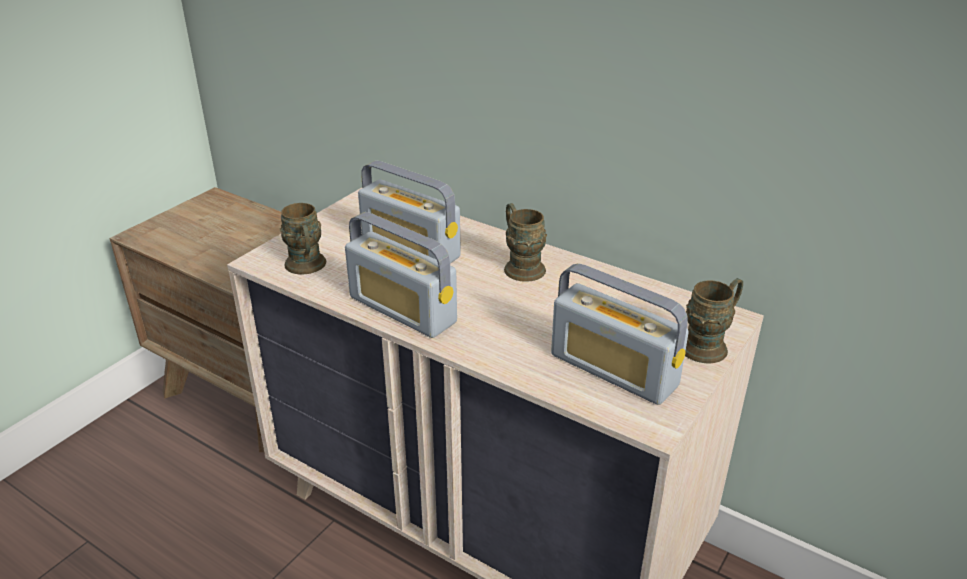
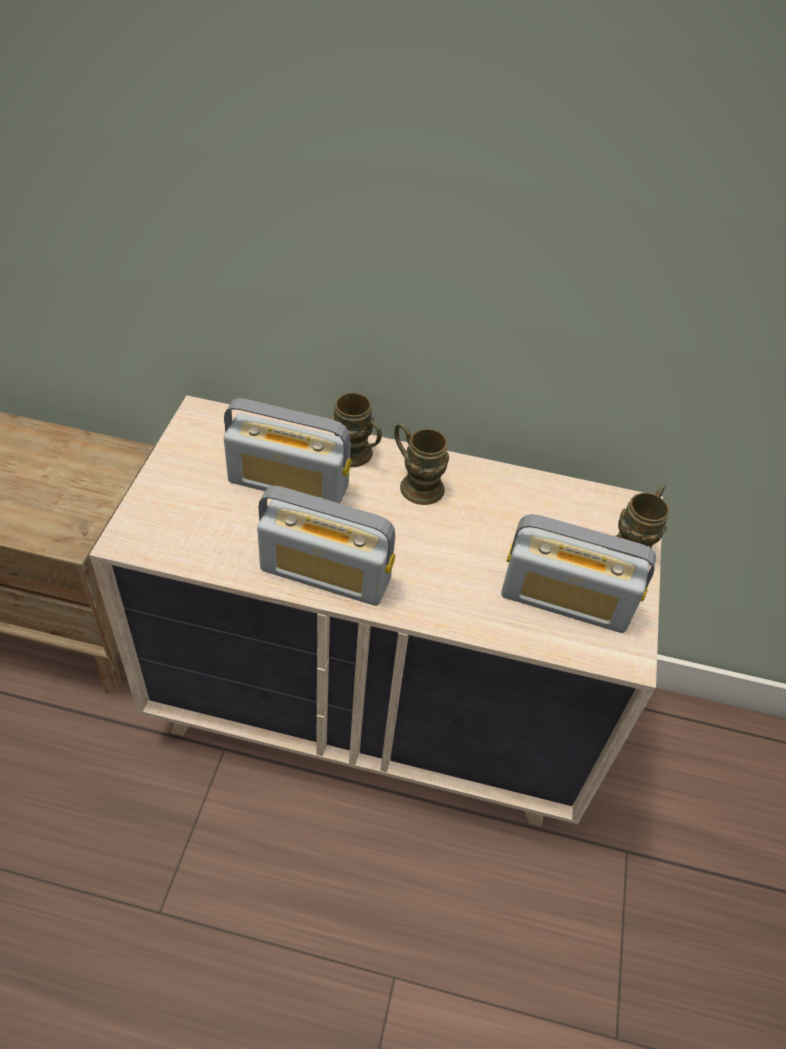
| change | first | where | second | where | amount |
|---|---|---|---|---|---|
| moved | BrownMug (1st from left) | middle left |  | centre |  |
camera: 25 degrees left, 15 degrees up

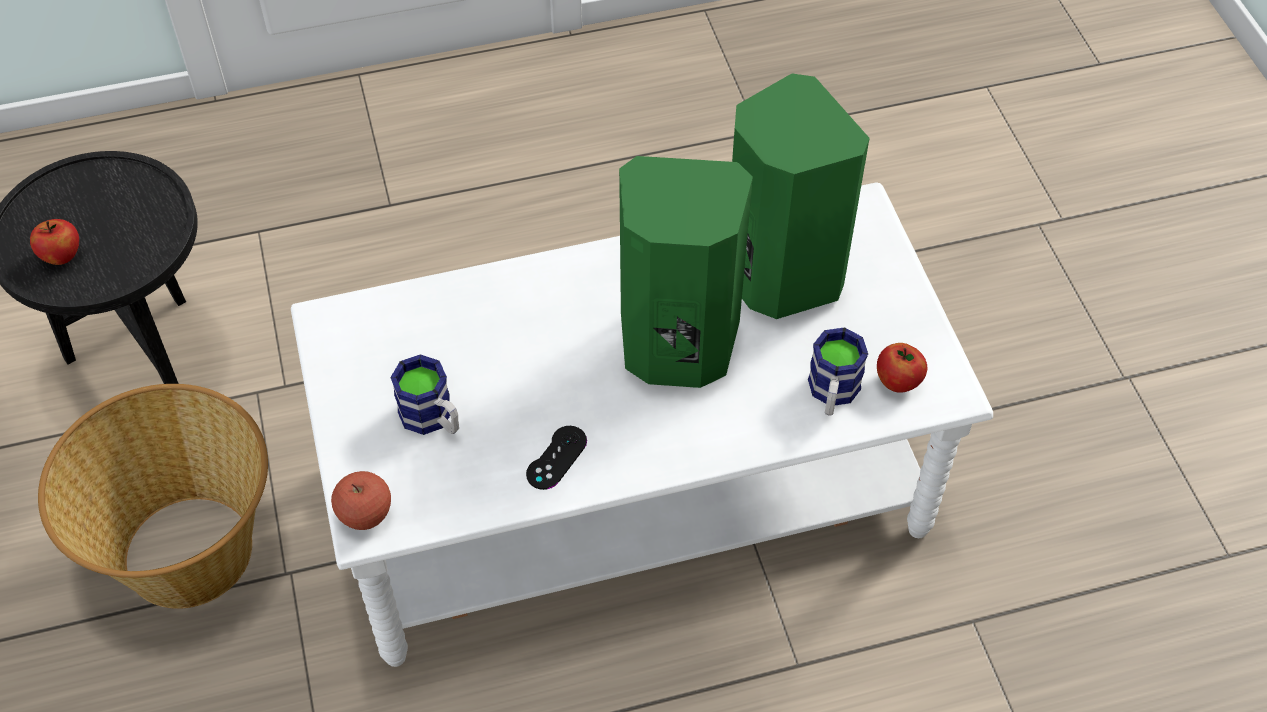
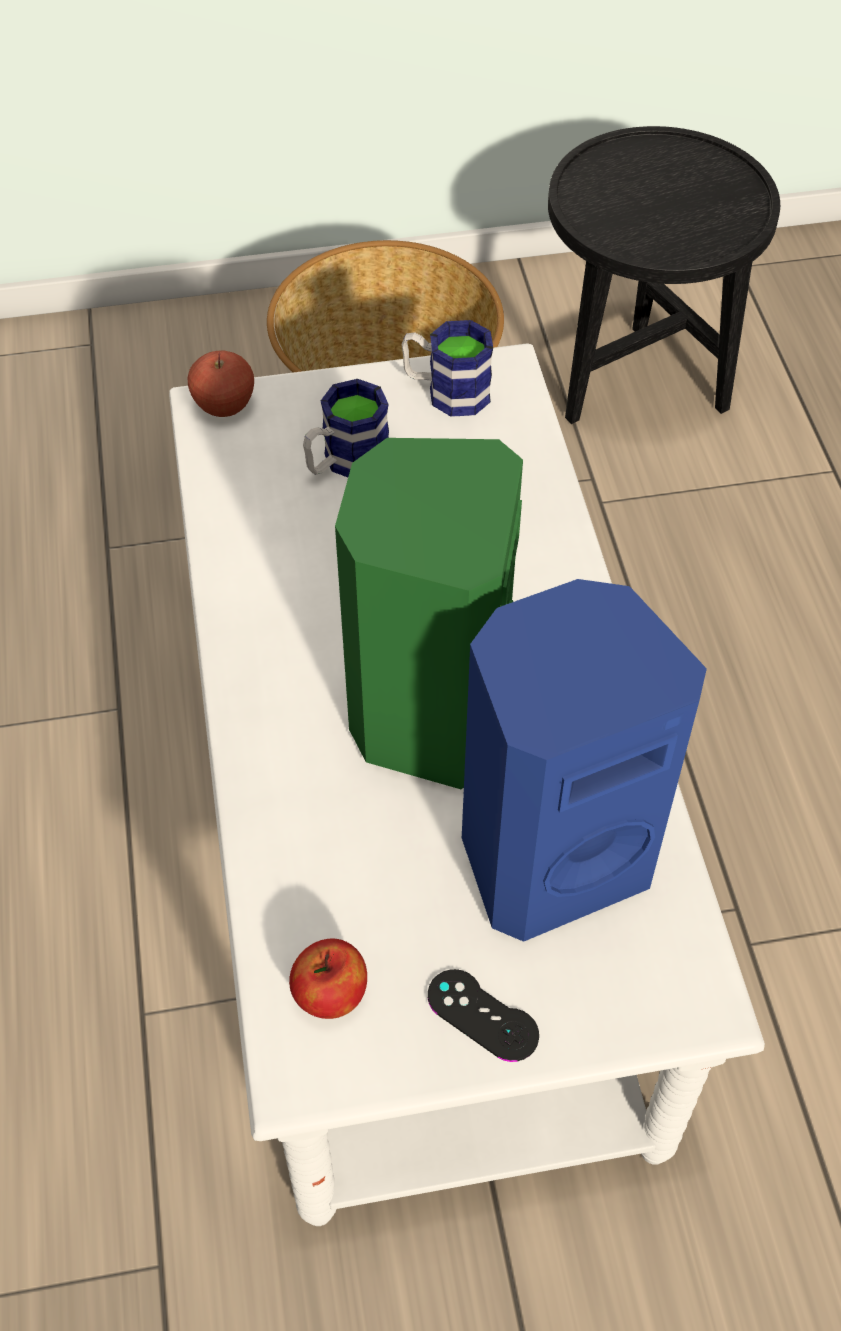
| change | first | where | second | where | amount |
|---|---|---|---|---|---|
| removed | Apple (1st from left) | middle left |  |  |  |
| moved | BlackGameController | centre |  | bottom centre |  |
| recoloured | GreenSpeaker (2nd from left) | top centre | BlueSpeaker | middle right |  |
| moved | Mug (2nd from left) | centre |  | top centre |  |
camera: 95 degrees right, 0 degrees up

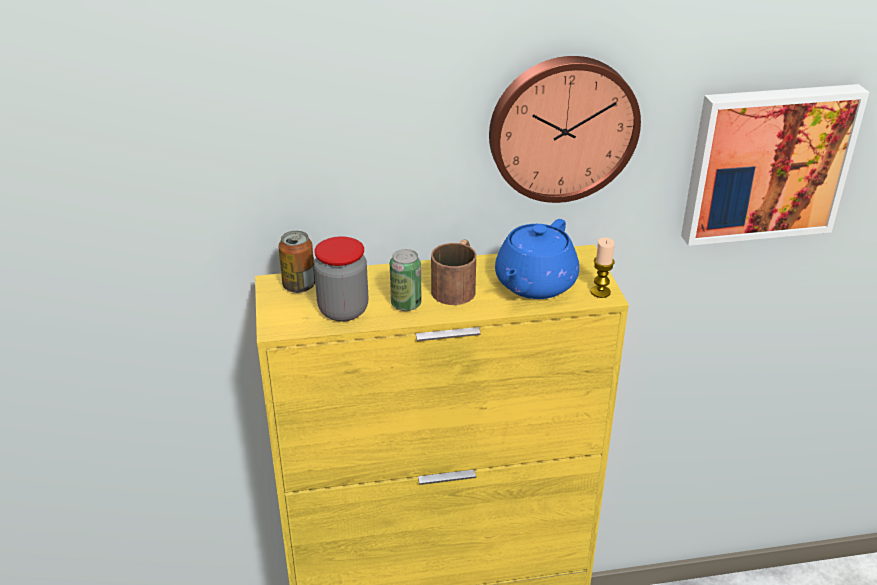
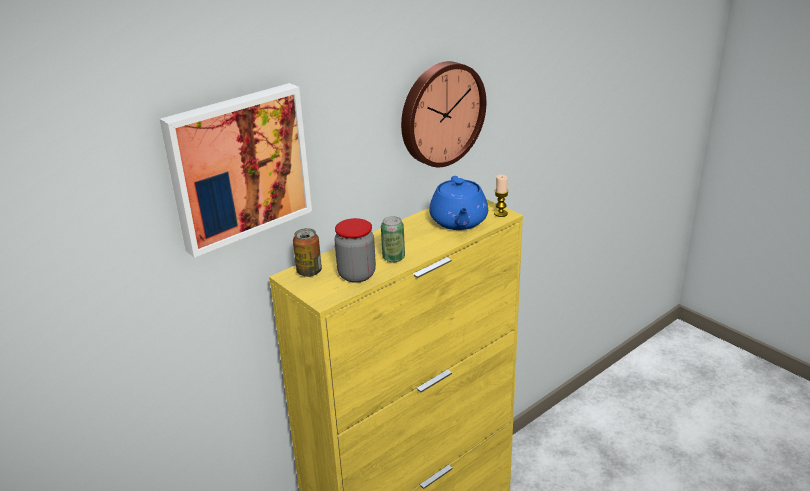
| change | first | where | second | where | amount |
|---|---|---|---|---|---|
| removed | BrownMug | centre |  |  |  |
| moved | Picture | top right |  | middle left |  |
camera: 30 degrees left, 5 degrees down

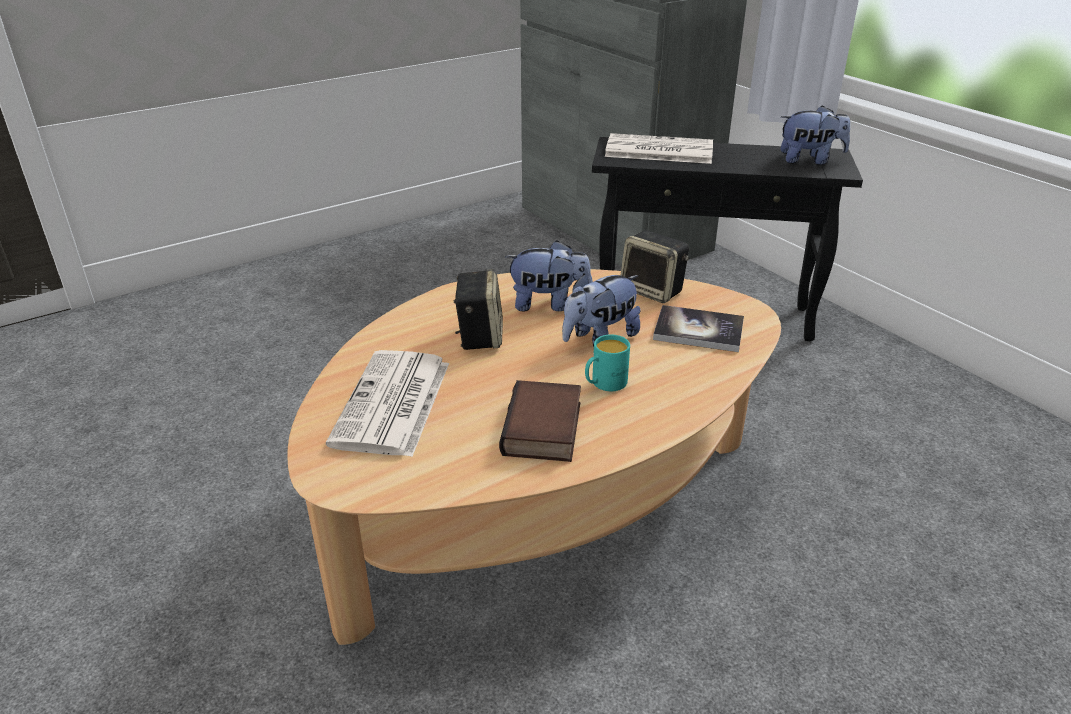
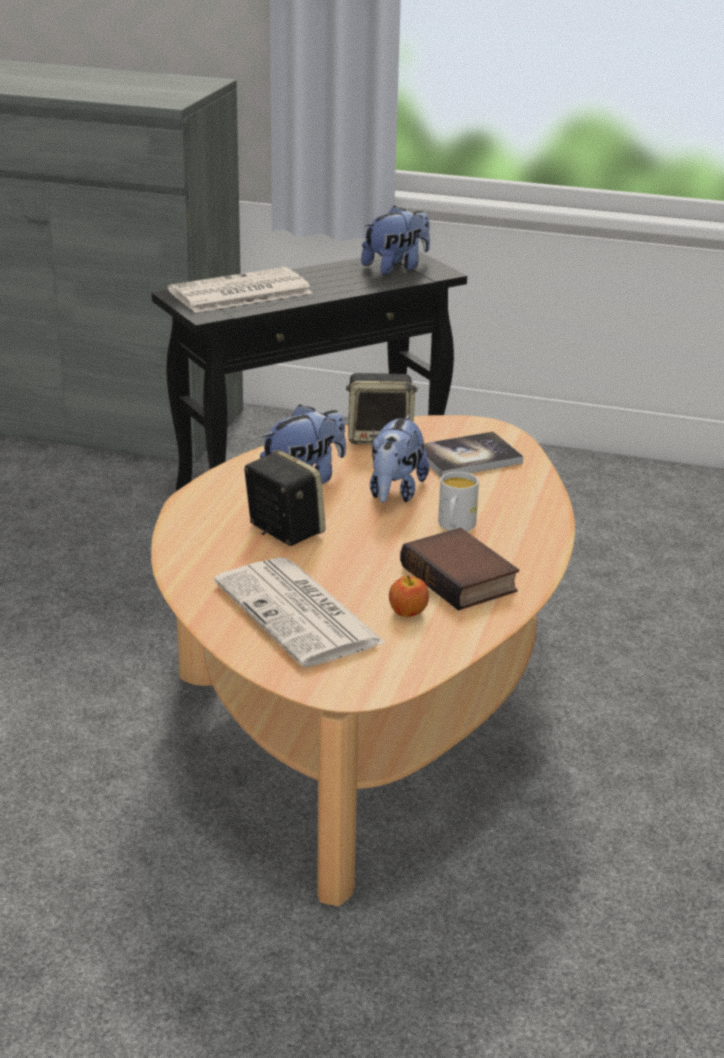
| change | first | where | second | where | amount |
|---|---|---|---|---|---|
| recoloured | TurquoiseMug | centre | WhiteMug | centre |  |
| added |  |  | Apple | centre |  |
camera: 40 degrees left, 5 degrees down

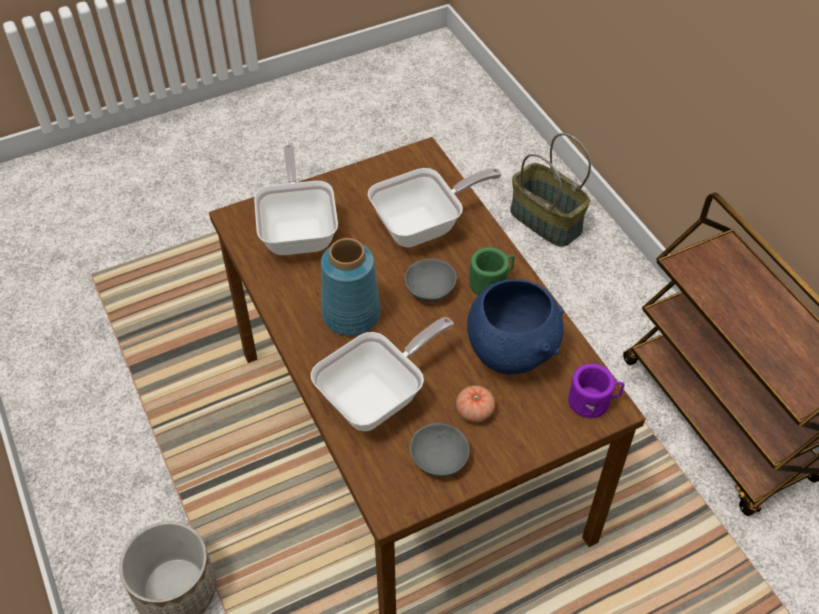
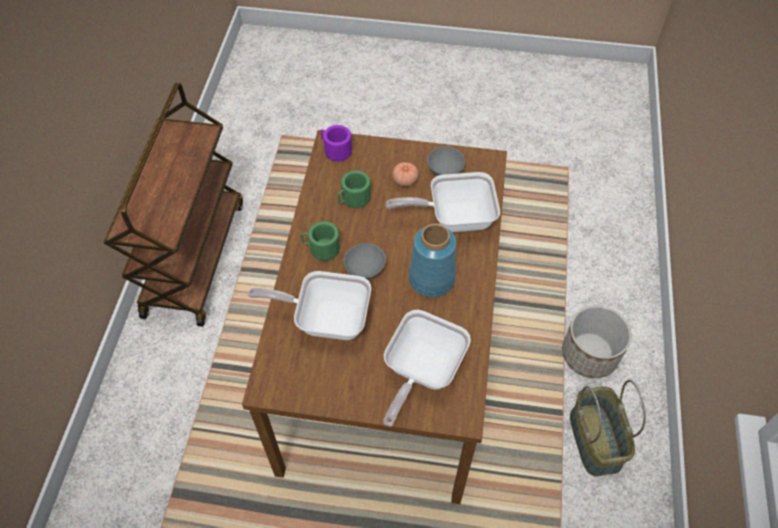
| change | first | where | second | where | amount |
|---|---|---|---|---|---|
| replaced | BlueBowl | centre | GreenMug (2nd from left) | centre |  |
| moved | Basket | top right |  | bottom right |  |
camera: 145 degrees left, 5 degrees up

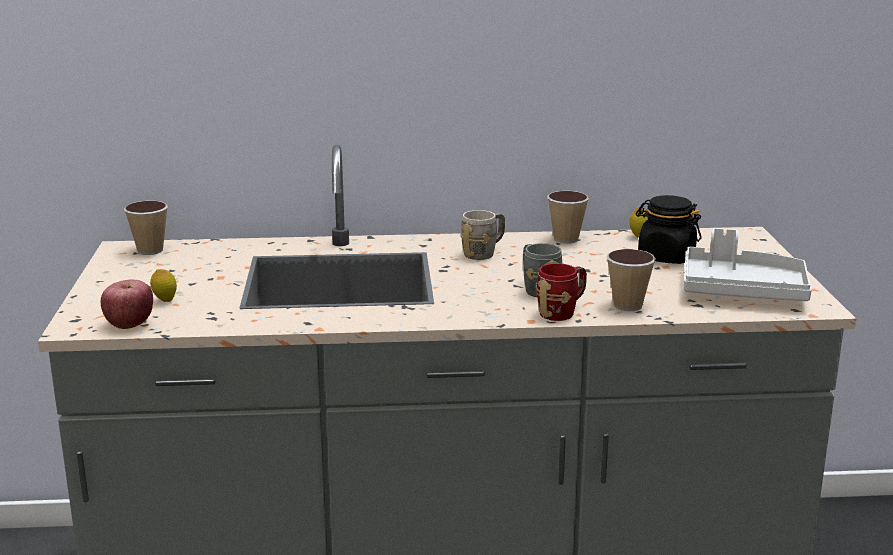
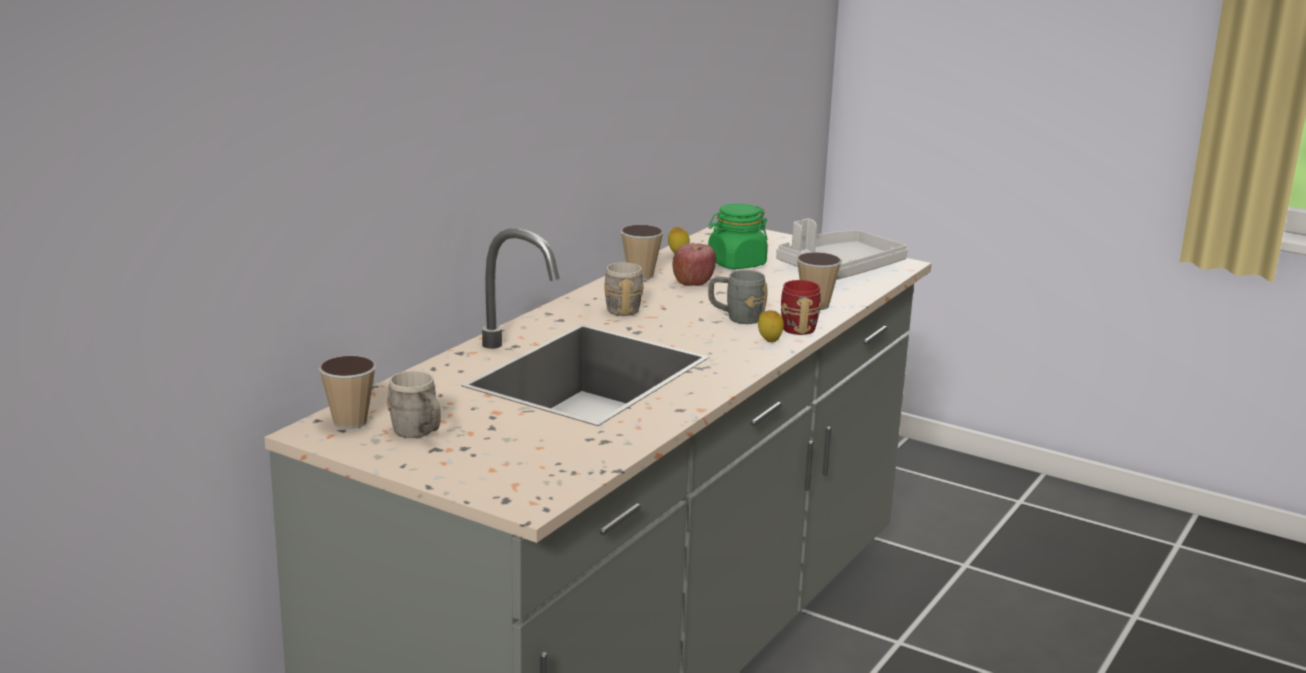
| change | first | where | second | where | amount |
|---|---|---|---|---|---|
| moved | Apple | middle left |  | centre |  |
| moved | Lemon (1st from left in the first image) | middle left | Lemon (2nd from left) | centre |  |
| recoloured | BlackJar | middle right | GreenJar | centre |  |
| added |  |  | GreyMug (1st from left) | middle left |  |
camera: 55 degrees left, 0 degrees up

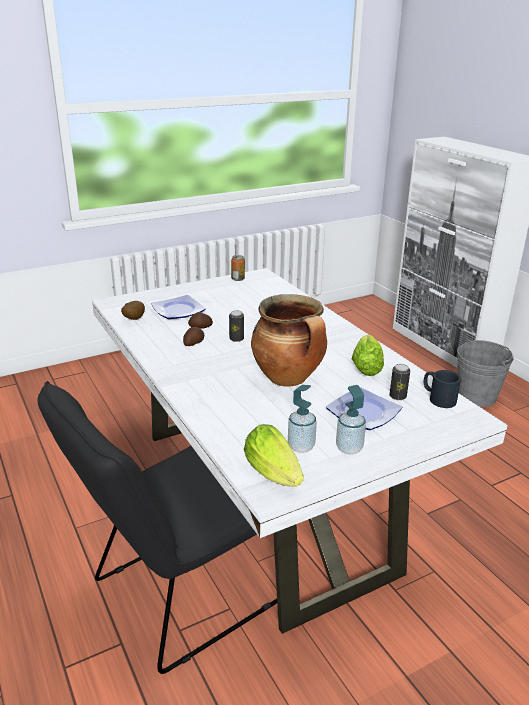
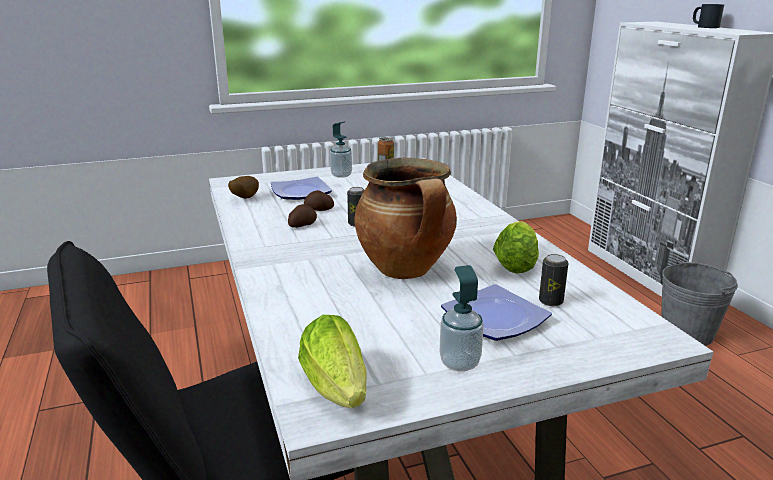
| change | first | where | second | where | amount |
|---|---|---|---|---|---|
| moved | SoapDispenser (1st from left) | centre |  | top centre |  |
| moved | BlackMug | middle right |  | top right |  |
camera: 10 degrees right, 5 degrees down

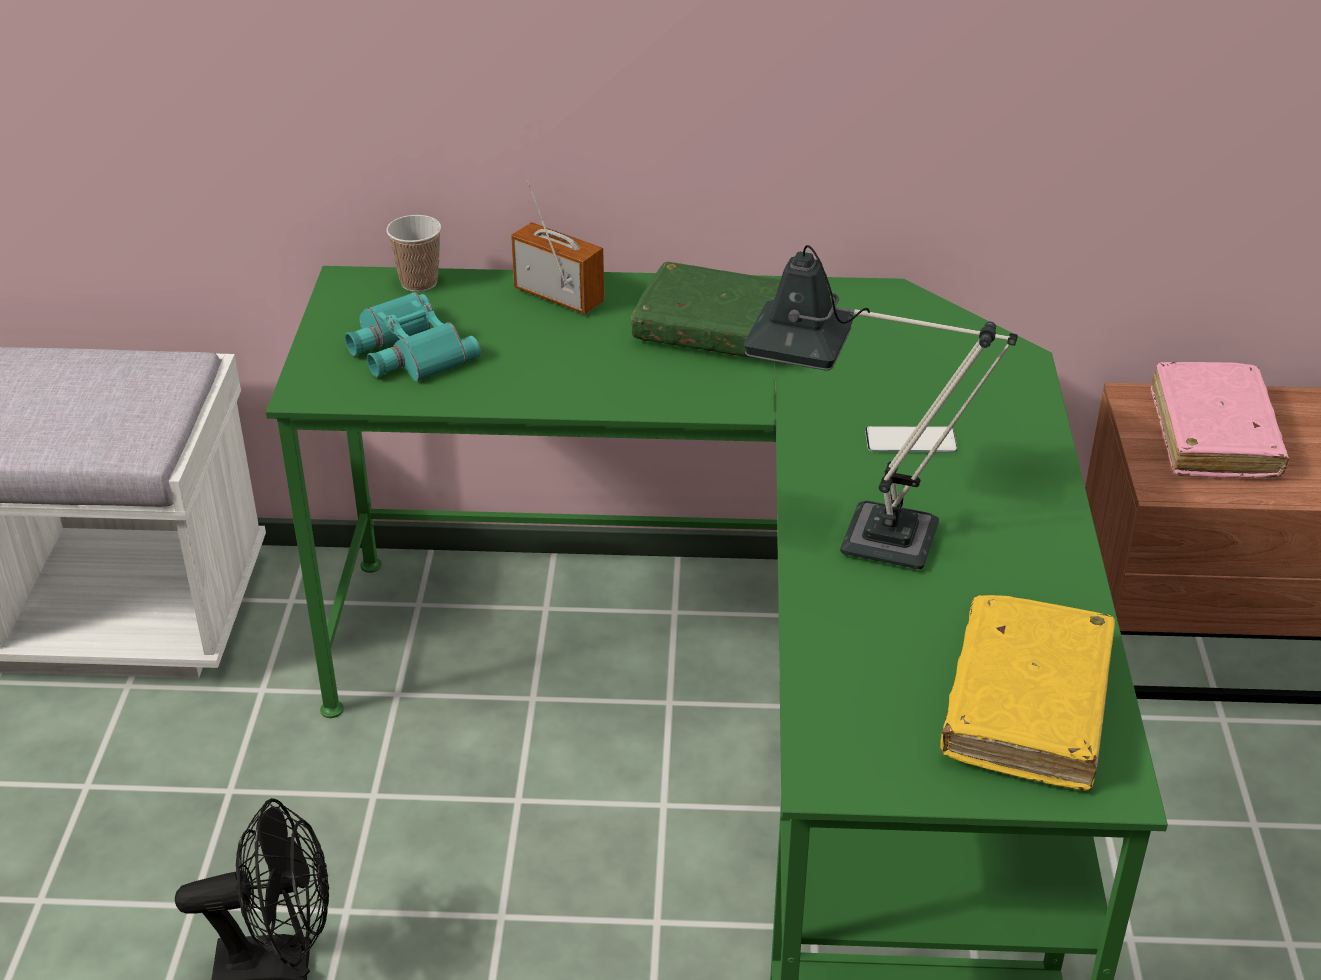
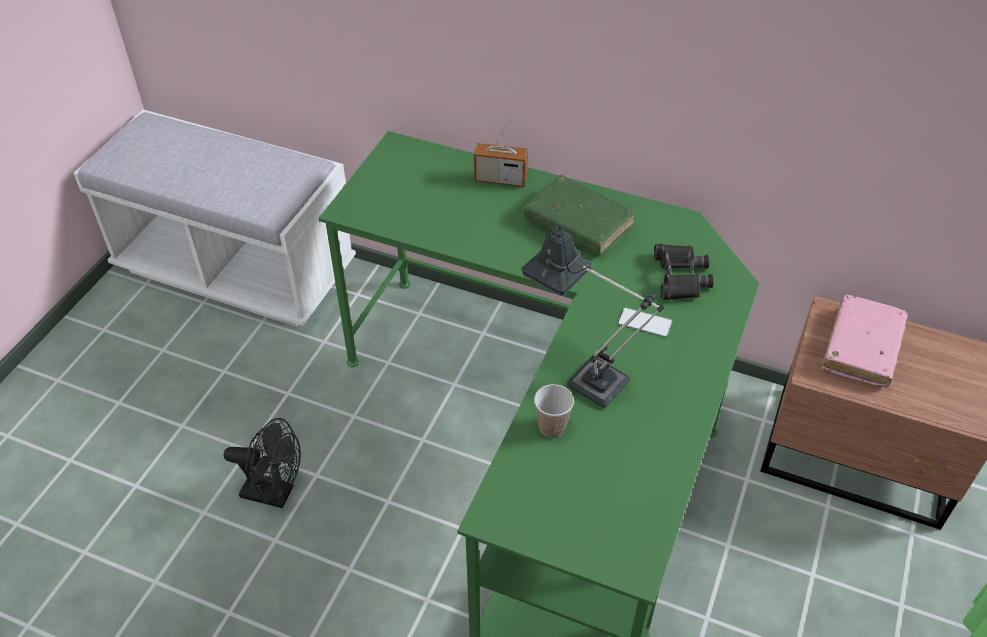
| change | first | where | second | where | amount |
|---|---|---|---|---|---|
| removed | TurquoiseBinoculars | middle left |  |  |  |
| moved | Cup | top left |  | centre |  |
| turned | Radio | top centre |  | top centre | 135 degrees clockwise |
| removed | YellowBook | bottom right |  |  |  |
| added |  |  | BlackBinoculars | middle right |  |
camera: 20 degrees right, 10 degrees up

